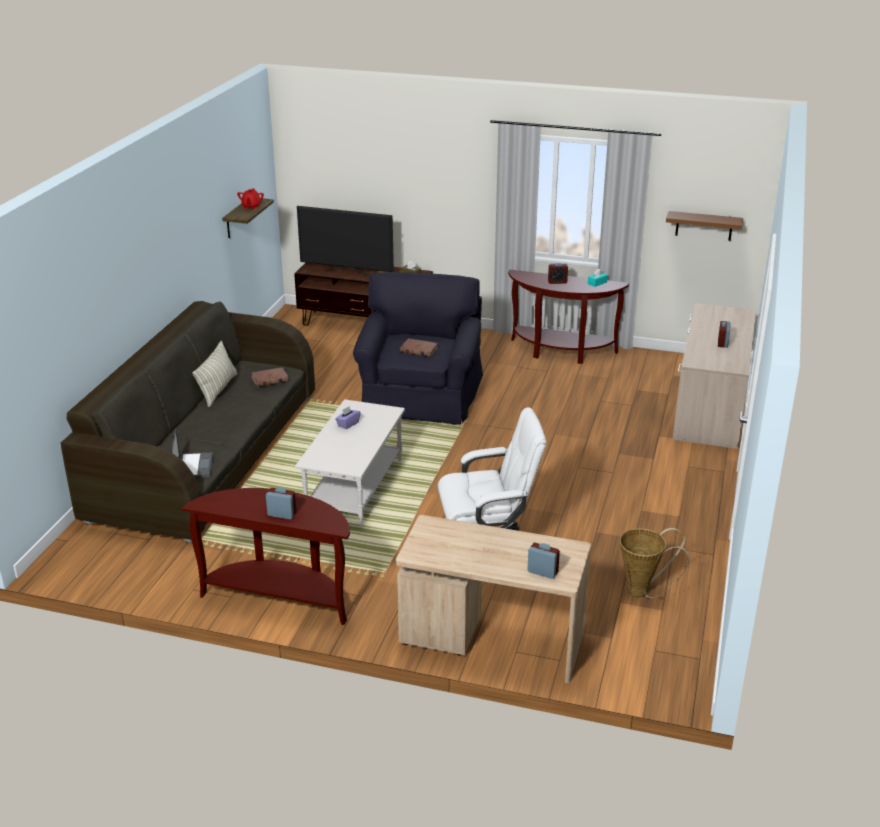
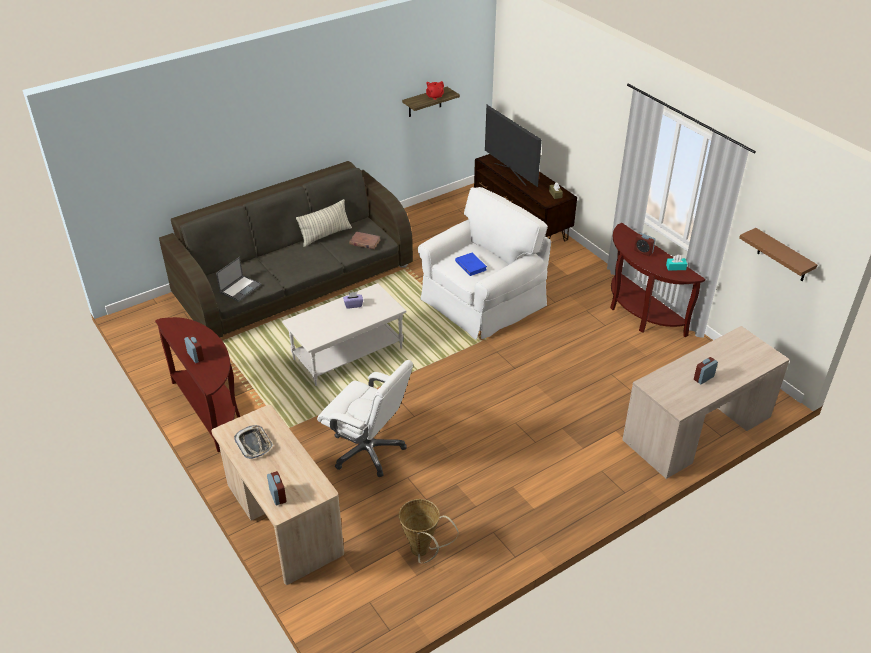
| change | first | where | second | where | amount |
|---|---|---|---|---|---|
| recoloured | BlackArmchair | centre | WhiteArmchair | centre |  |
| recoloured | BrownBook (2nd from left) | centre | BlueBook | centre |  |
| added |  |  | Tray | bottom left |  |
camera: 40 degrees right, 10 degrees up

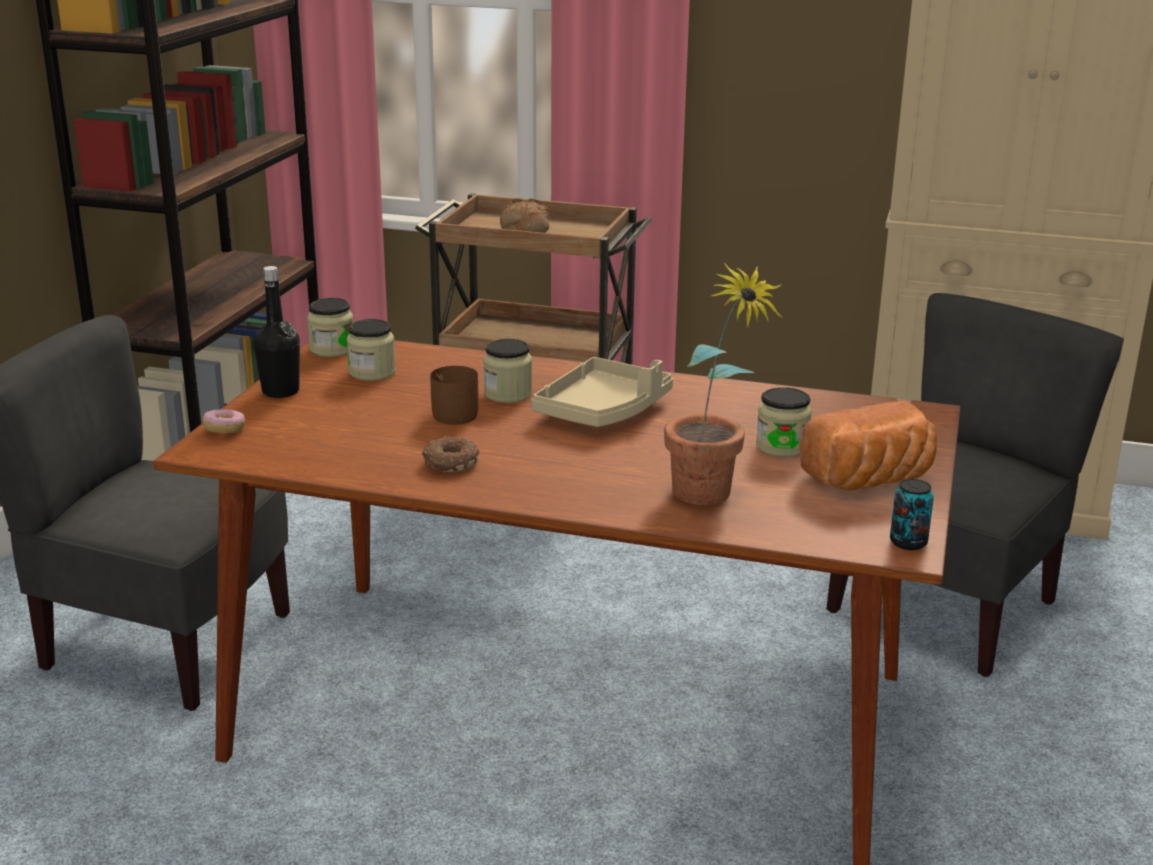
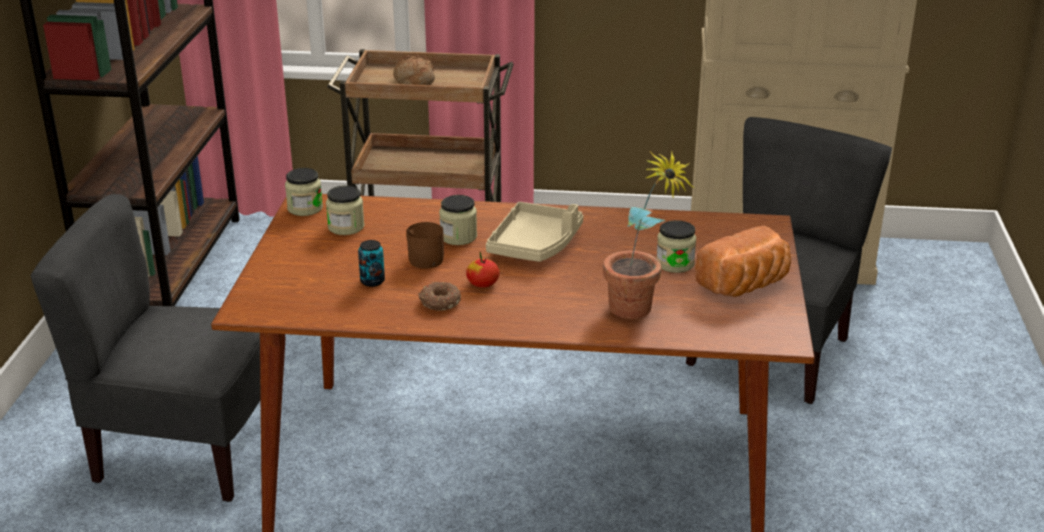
| change | first | where | second | where | amount |
|---|---|---|---|---|---|
| removed | Donut (1st from left) | middle left |  |  |  |
| removed | BlackBottle | middle left |  |  |  |
| moved | Can | middle right |  | centre |  |
| added |  |  | Apple | centre |  |
camera: 10 degrees left, 5 degrees up

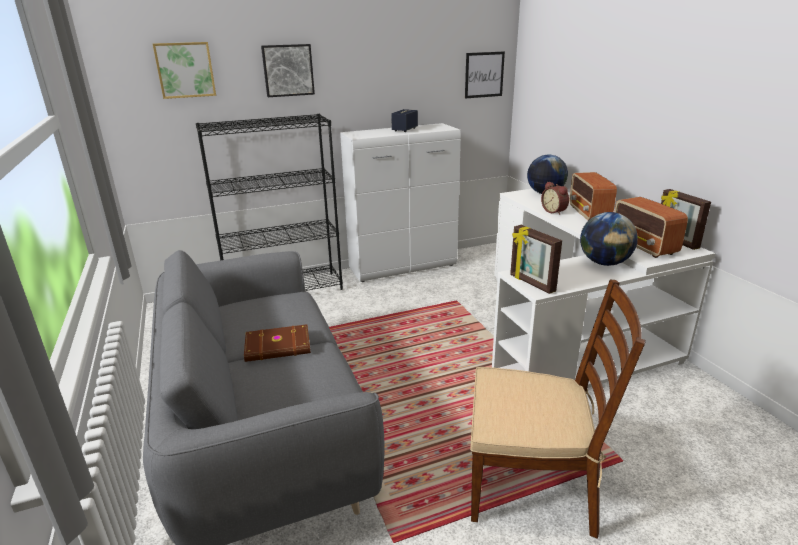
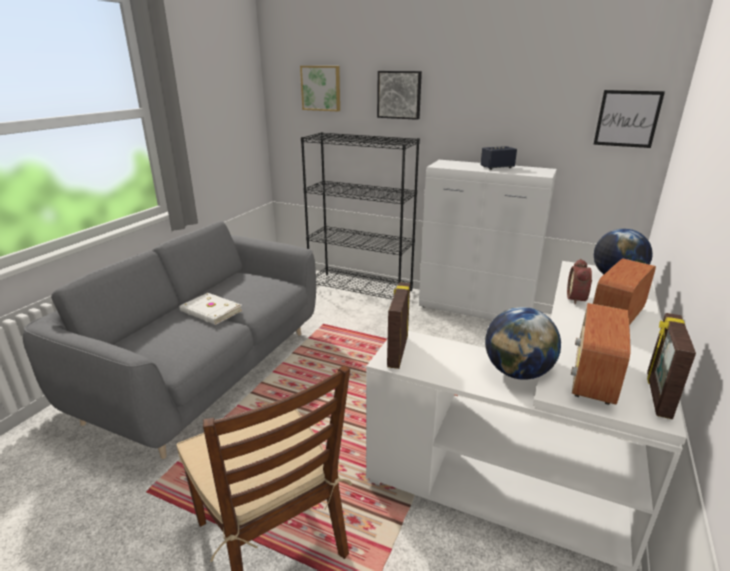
| change | first | where | second | where | amount |
|---|---|---|---|---|---|
| recoloured | BrownBook | centre | WhiteBook | middle left |  |
camera: 45 degrees right, 0 degrees up

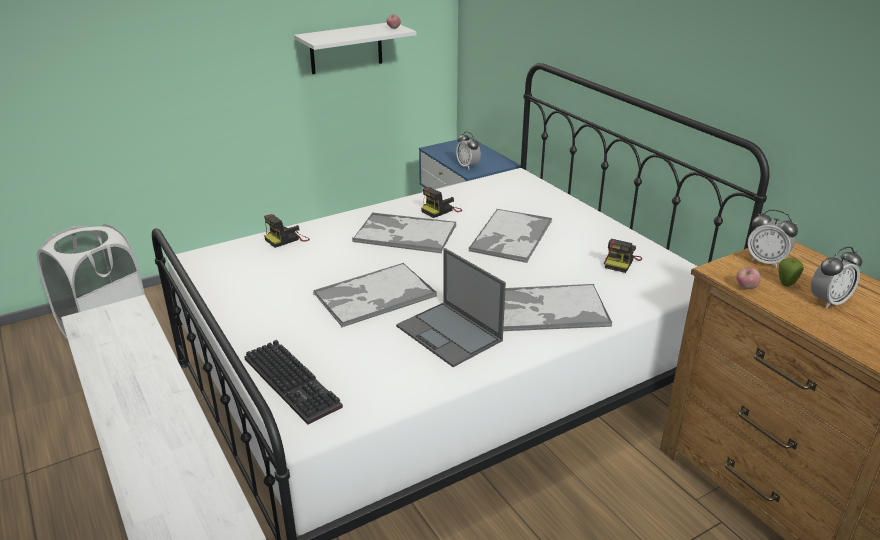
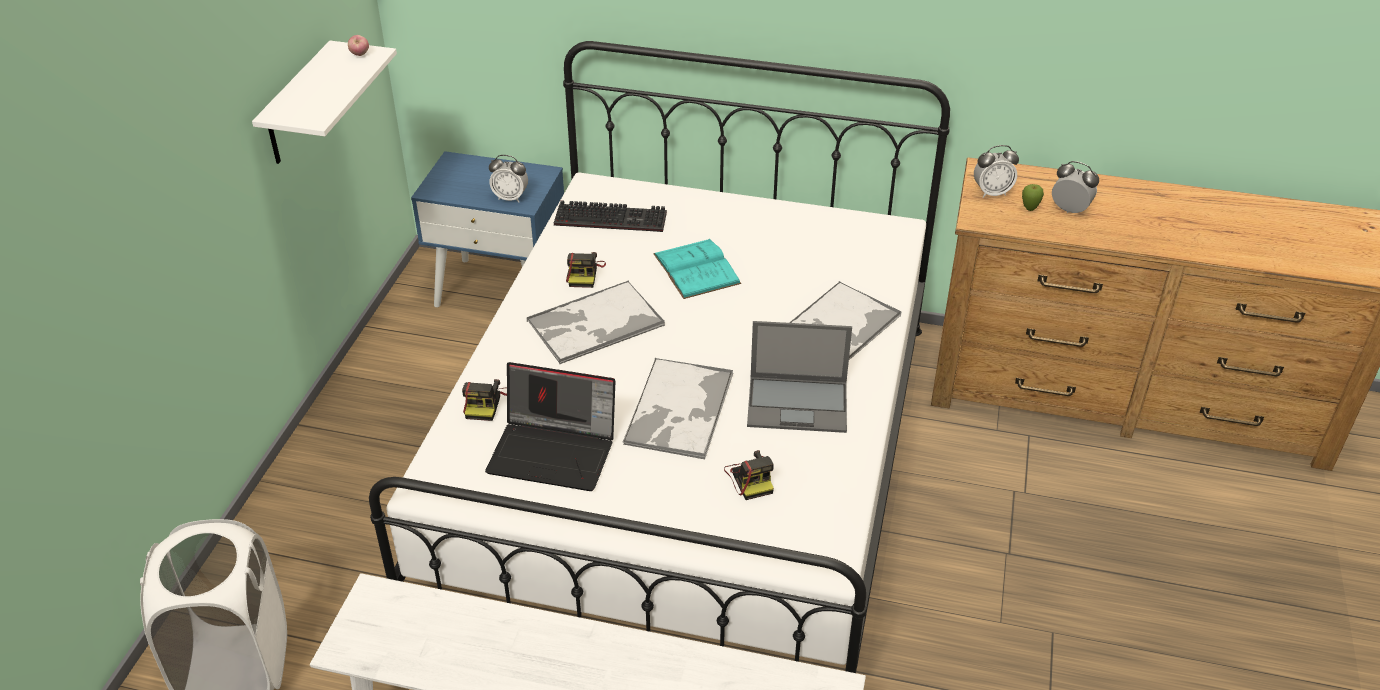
| change | first | where | second | where | amount |
|---|---|---|---|---|---|
| moved | Keyboard | bottom centre |  | top centre |  |
| replaced | Tray (3rd from left) | centre | TurquoiseBook | centre |  |
| moved | PhotoCamera (3rd from left) | middle right |  | bottom centre |  |
| removed | Apple (2nd from left) | middle right |  |  |  |
| turned | AlarmClock (3rd from left) | middle right |  | top right | 75 degrees counterclockwise |
| added |  |  | Laptop (1st from left) | centre |  |
camera: 45 degrees left, 10 degrees up

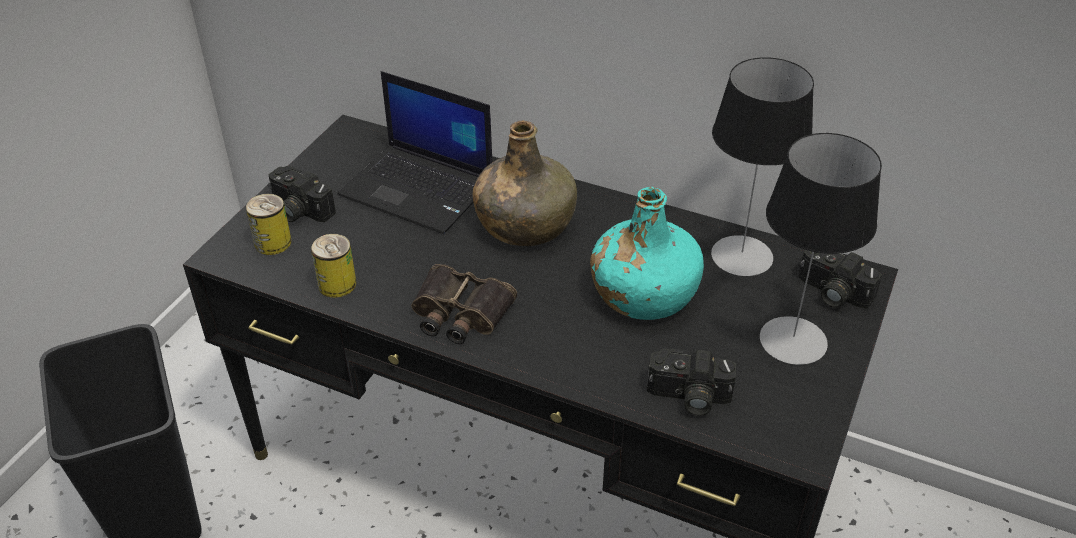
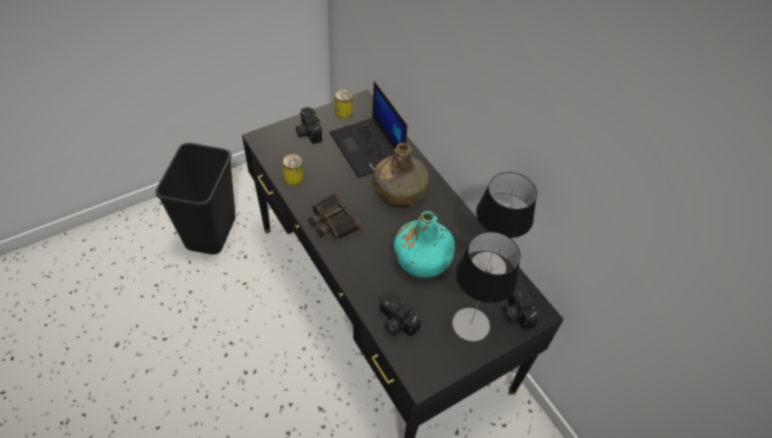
| change | first | where | second | where | amount |
|---|---|---|---|---|---|
| moved | Can (1st from left in the first image) | middle left | Can (2nd from left) | top centre |  |
camera: 30 degrees right, 10 degrees up

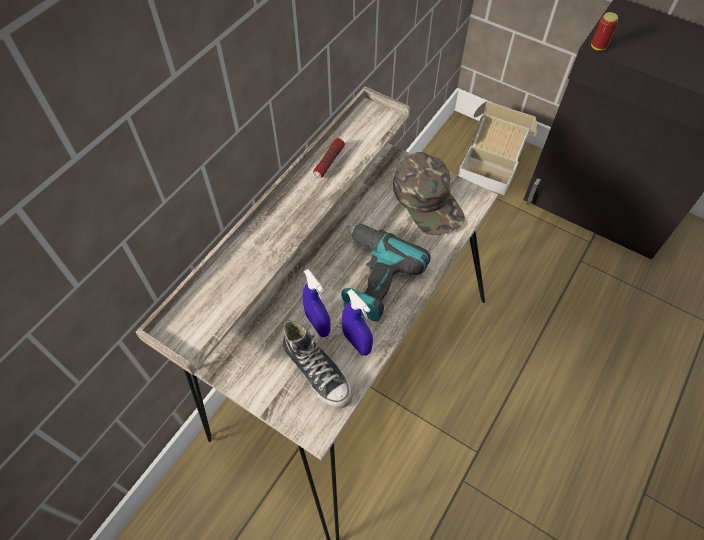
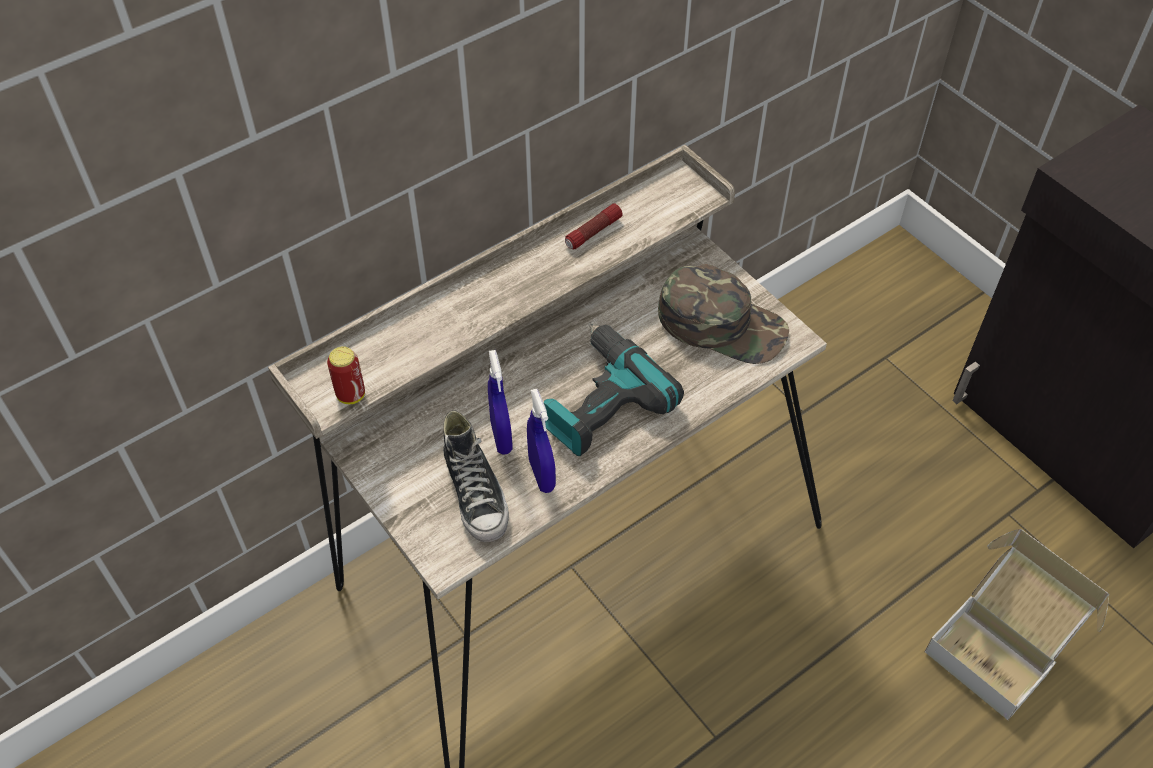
| change | first | where | second | where | amount |
|---|---|---|---|---|---|
| turned | GreenCap | centre |  | centre | 60 degrees counterclockwise |
| moved | CardboardBox | top right |  | bottom right |  |
| moved | Can | top right |  | middle left |  |
camera: 20 degrees right, 5 degrees down

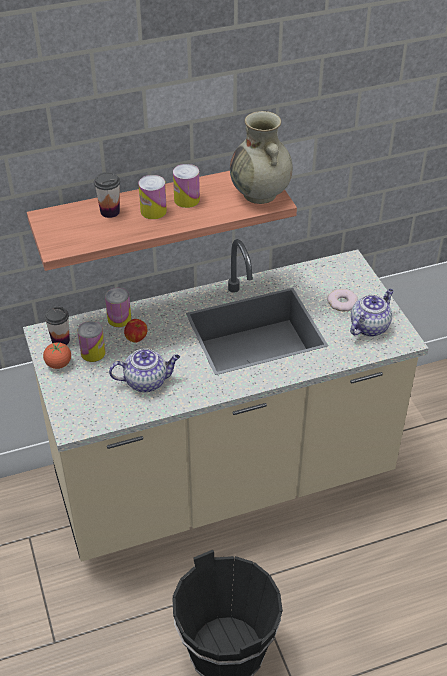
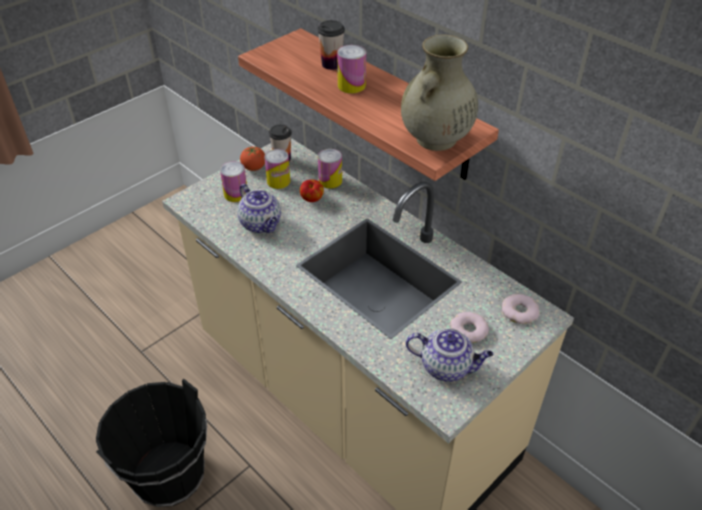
| change | first | where | second | where | amount |
|---|---|---|---|---|---|
| moved | Can (4th from left in the first image) | top centre | Can (1st from left) | middle left |  |
| added |  |  | Donut (2nd from left) | middle right |  |
camera: 65 degrees right, 0 degrees up

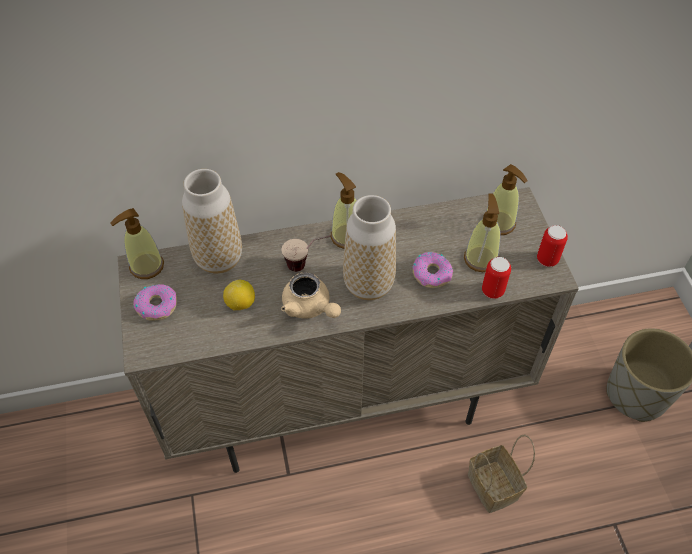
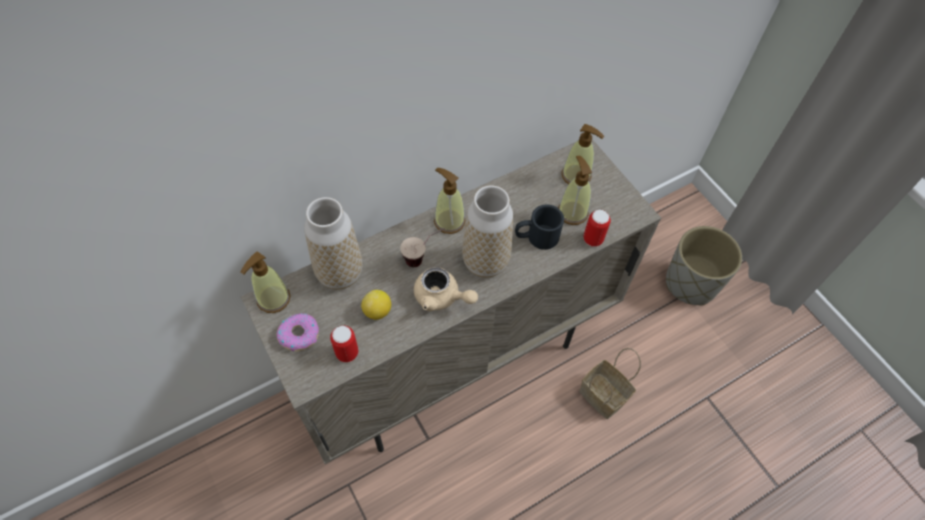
| change | first | where | second | where | amount |
|---|---|---|---|---|---|
| replaced | Donut (2nd from left) | centre | BlackMug | centre |  |
| moved | Can (2nd from left in the first image) | middle right | Can (1st from left) | centre |  |
camera: 20 degrees left, 5 degrees up

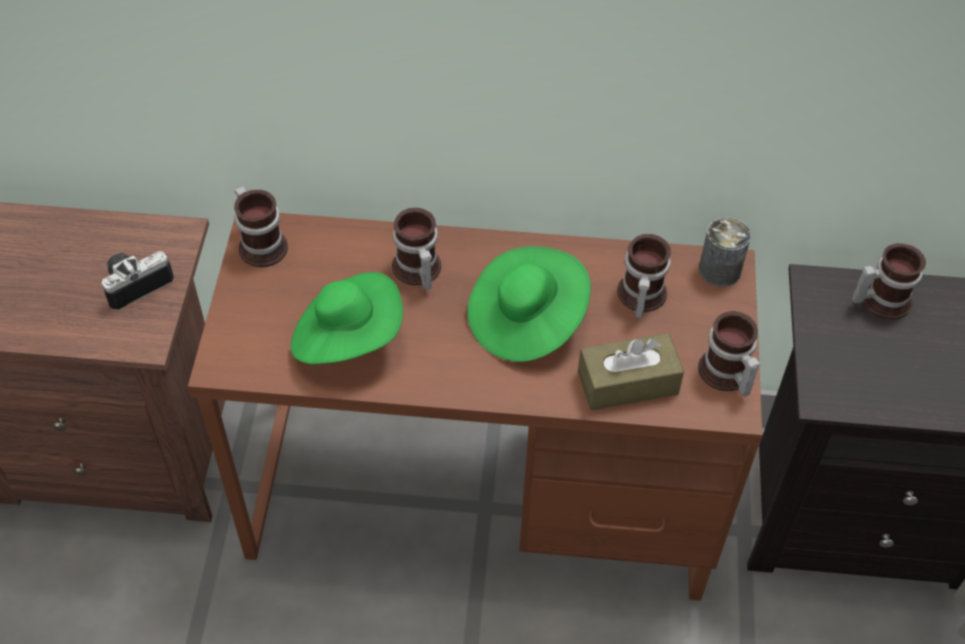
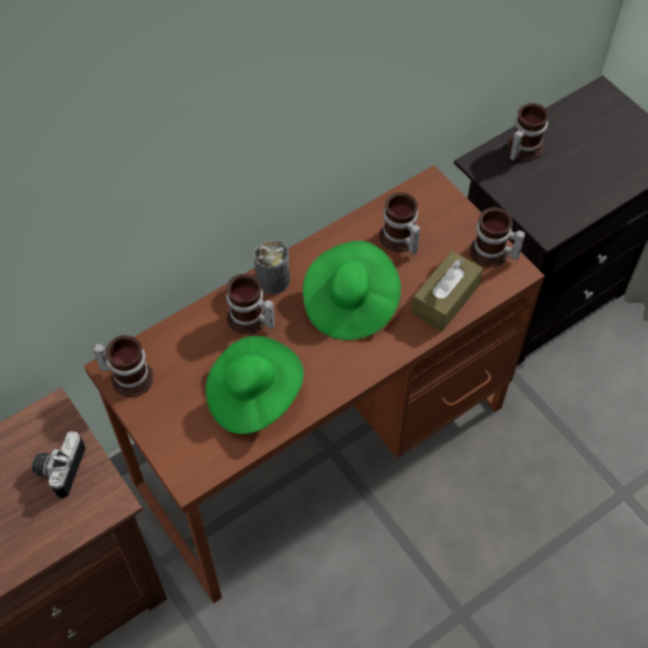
| change | first | where | second | where | amount |
|---|---|---|---|---|---|
| moved | Can | middle right |  | centre |  |
camera: 40 degrees left, 5 degrees up

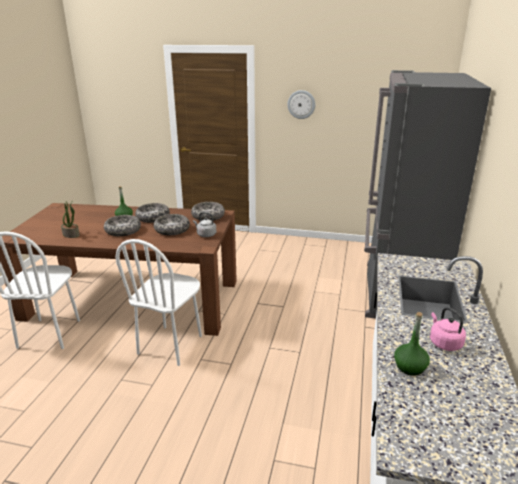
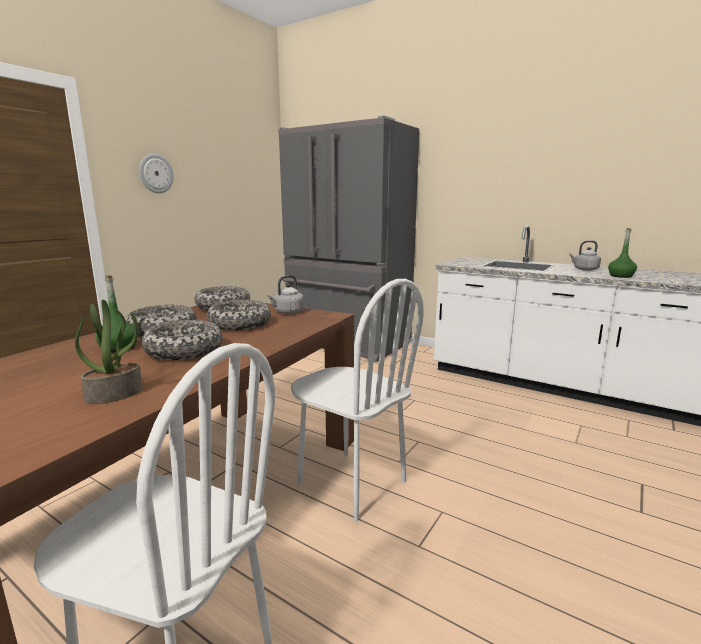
| change | first | where | second | where | amount |
|---|---|---|---|---|---|
| recoloured | PinkKettle | bottom right | GreyKettle (2nd from left) | middle right |  |
camera: 70 degrees left, 10 degrees down

